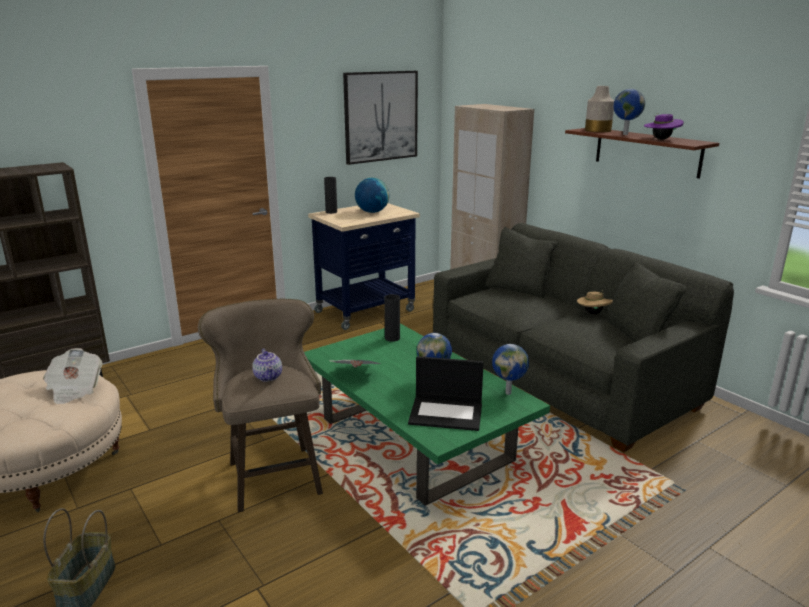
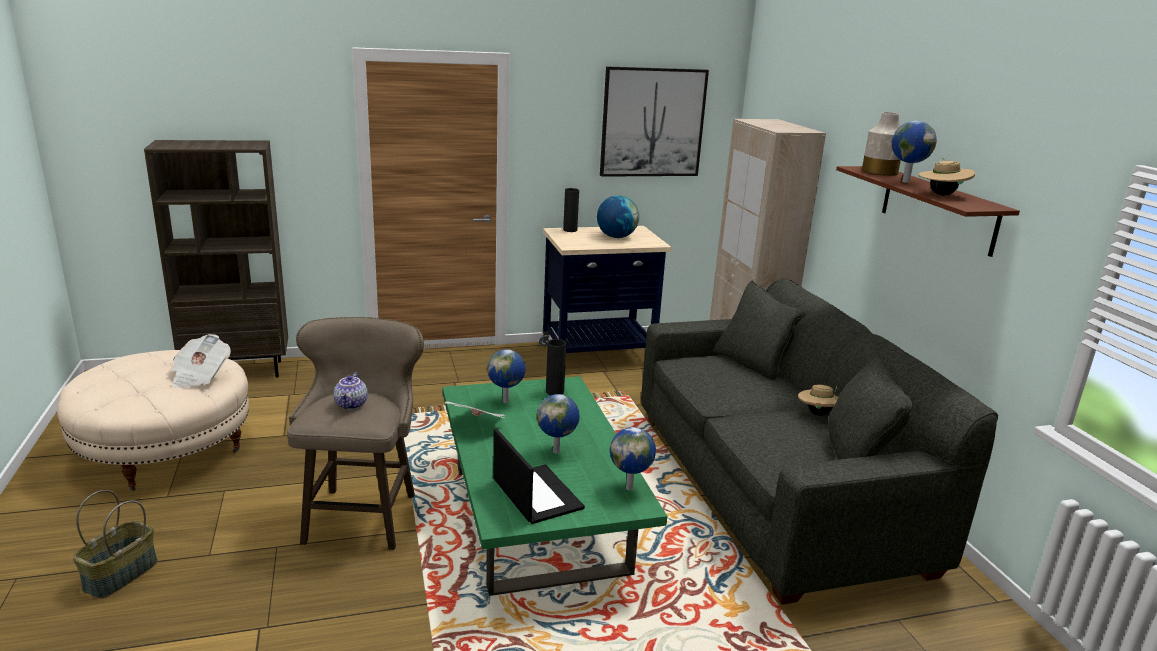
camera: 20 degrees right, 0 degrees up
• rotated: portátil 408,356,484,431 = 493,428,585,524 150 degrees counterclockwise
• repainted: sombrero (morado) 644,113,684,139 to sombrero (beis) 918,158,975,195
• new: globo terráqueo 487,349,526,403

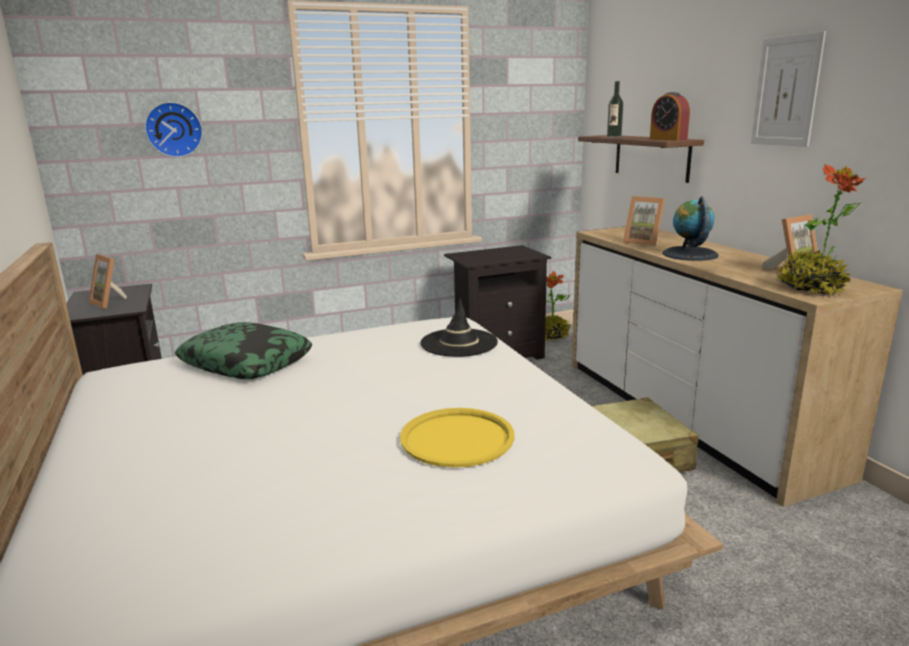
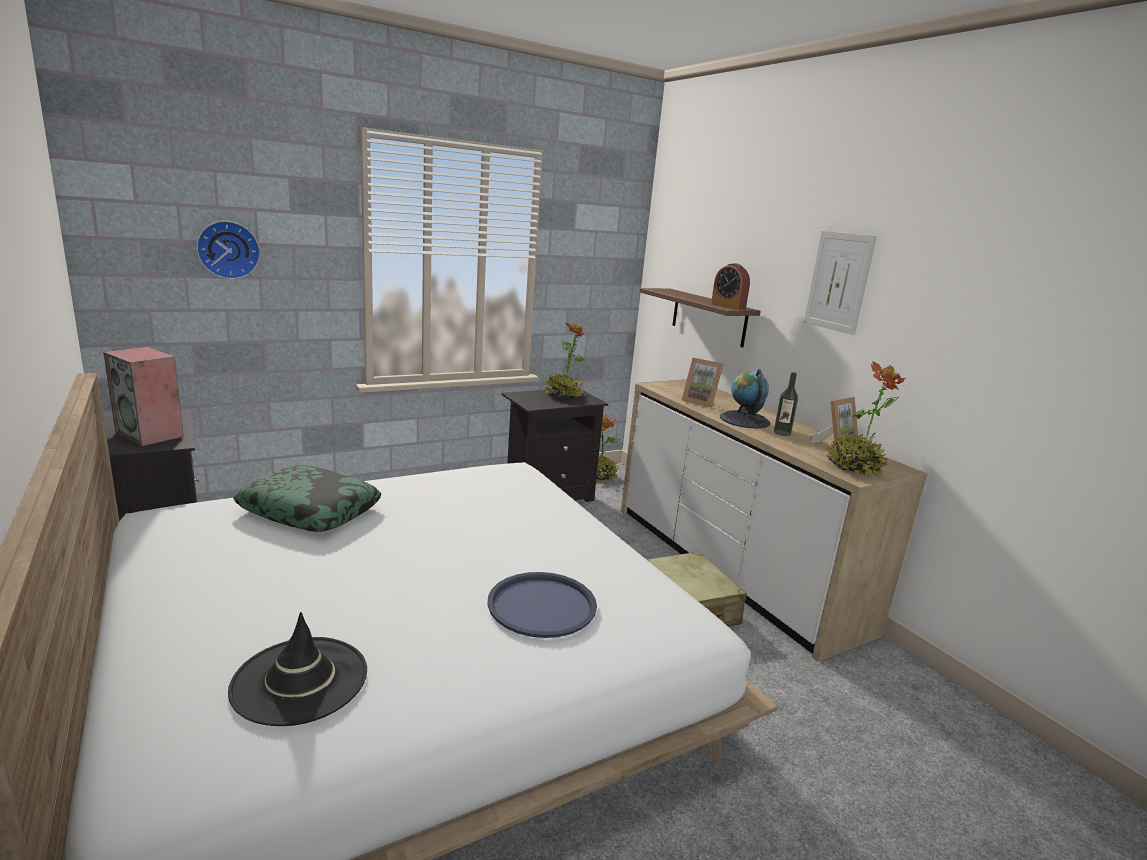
camera: 10 degrees left, 0 degrees up
• swapped: portarretratos 89,254,127,309 to altavoz 103,347,184,446
• repainted: bandeja (amarillo) 400,408,515,468 to bandeja (azul) 487,572,597,638
• shifted: sombrero (negro) 420,298,498,357 to 228,612,367,726
• shifted: botella 607,81,623,137 to 774,372,798,436
• new: planta en maceta 545,323,585,398

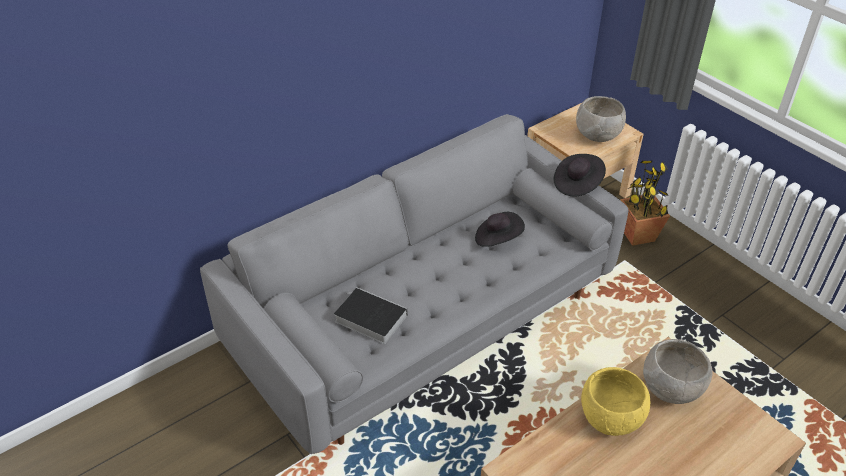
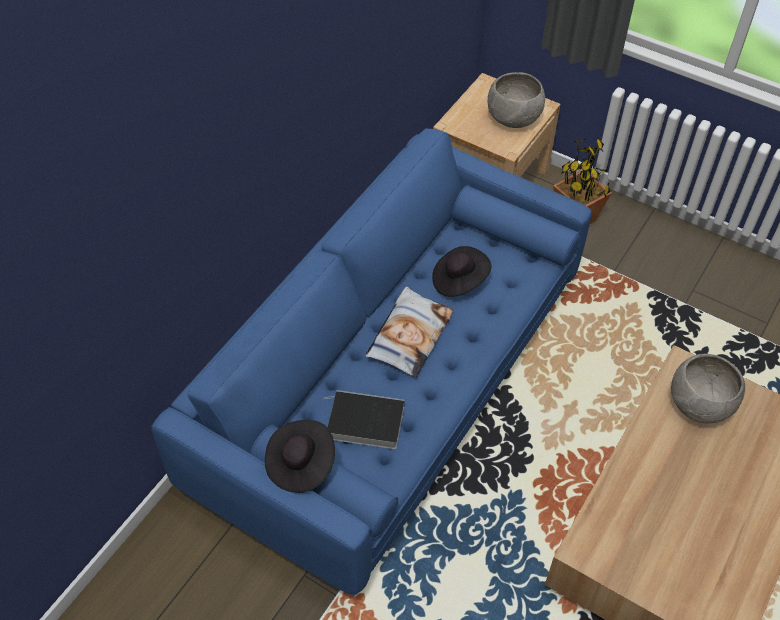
camera: 20 degrees left, 10 degrees up
• repainted: sofá (gris) 200,114,628,454 to sofá (azul) 151,128,592,595
• shifted: sombrero (negro) 554,154,606,196 to 265,420,335,493
• gone: cuenco (amarillo) 581,367,651,436
• new: cojín 365,286,453,378

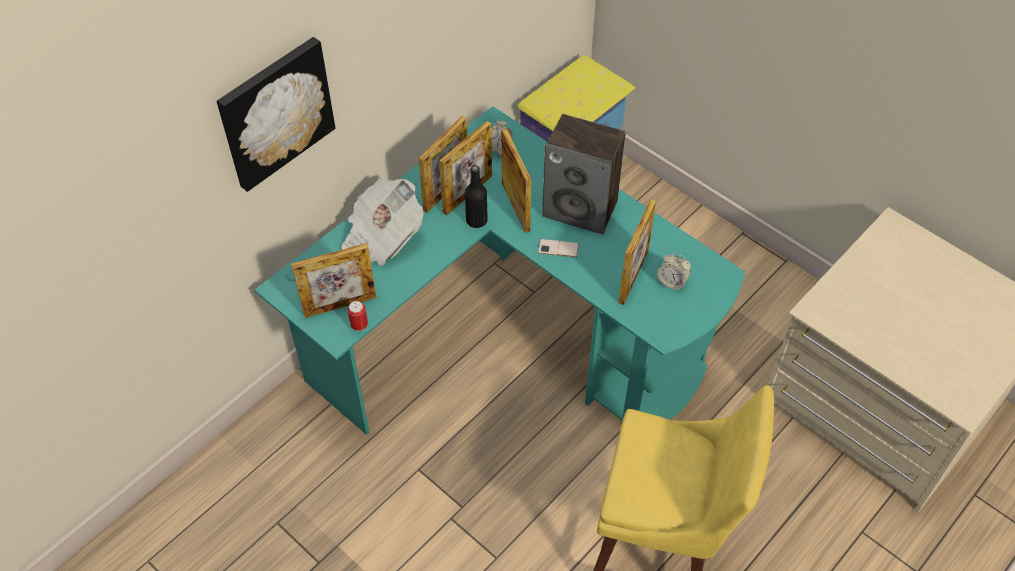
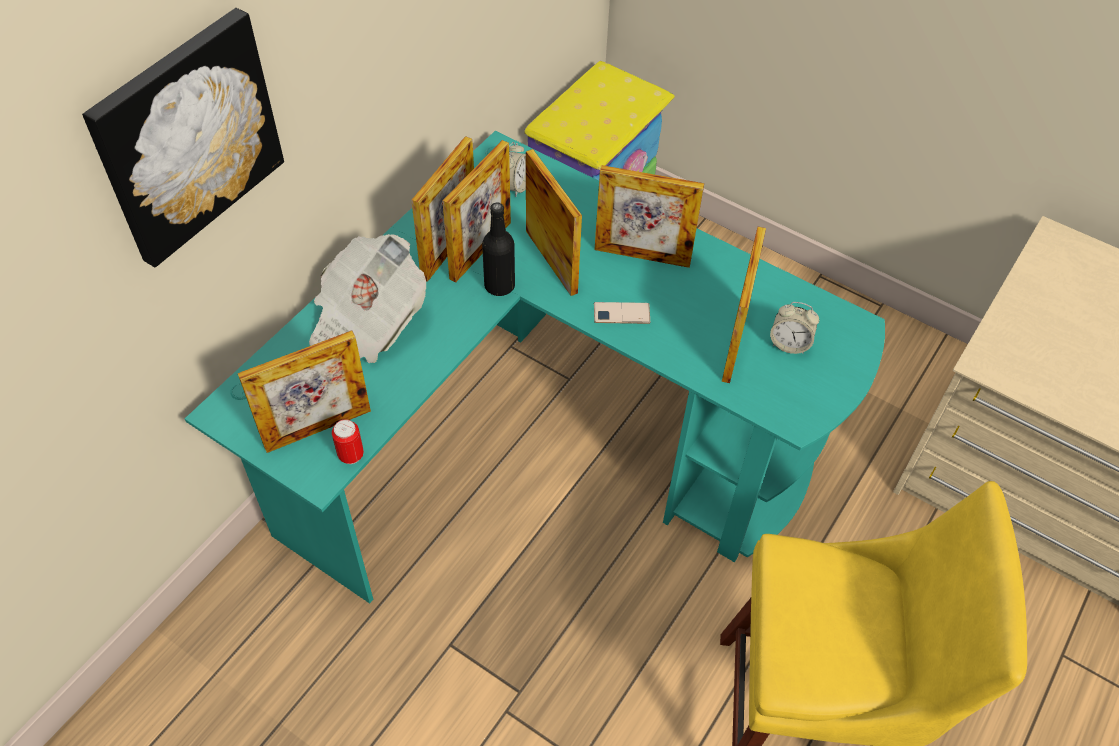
camera: 10 degrees left, 0 degrees up
• swapped: altavoz 542,114,626,234 to portarretratos 594,165,704,268

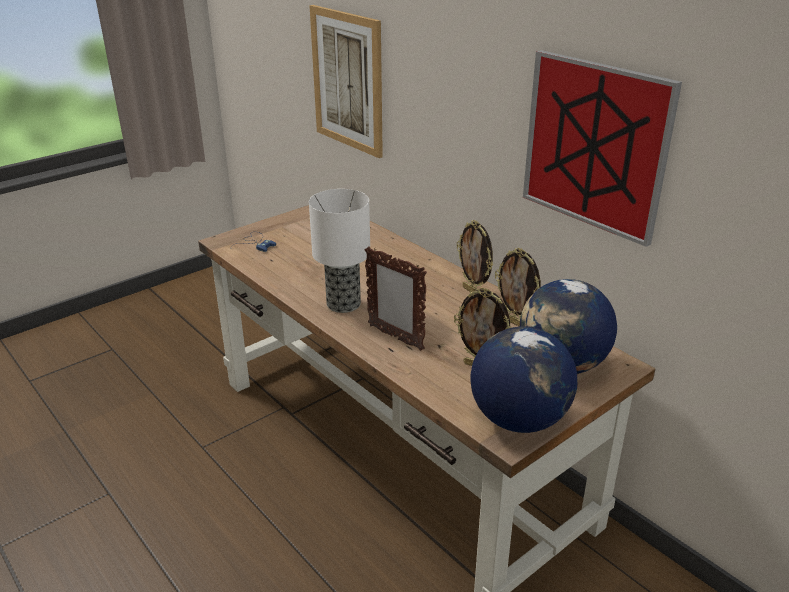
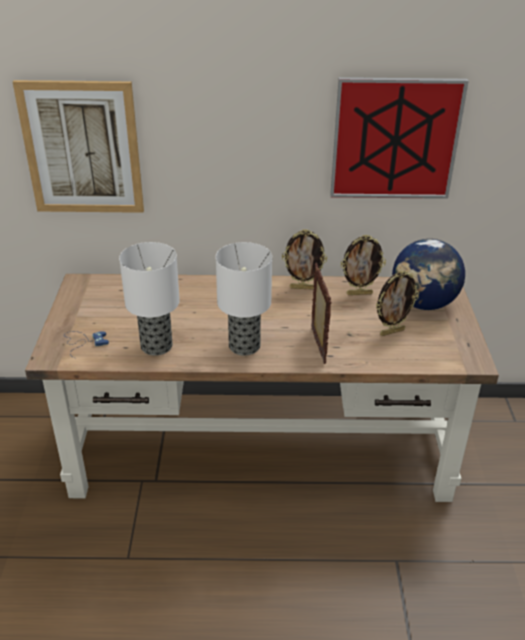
camera: 50 degrees left, 5 degrees up
• rotated: portarretratos 365,247,427,351 = 311,263,331,364 90 degrees counterclockwise
• gone: globo terráqueo 470,327,577,433
• new: lámpara de mesa 119,242,180,356

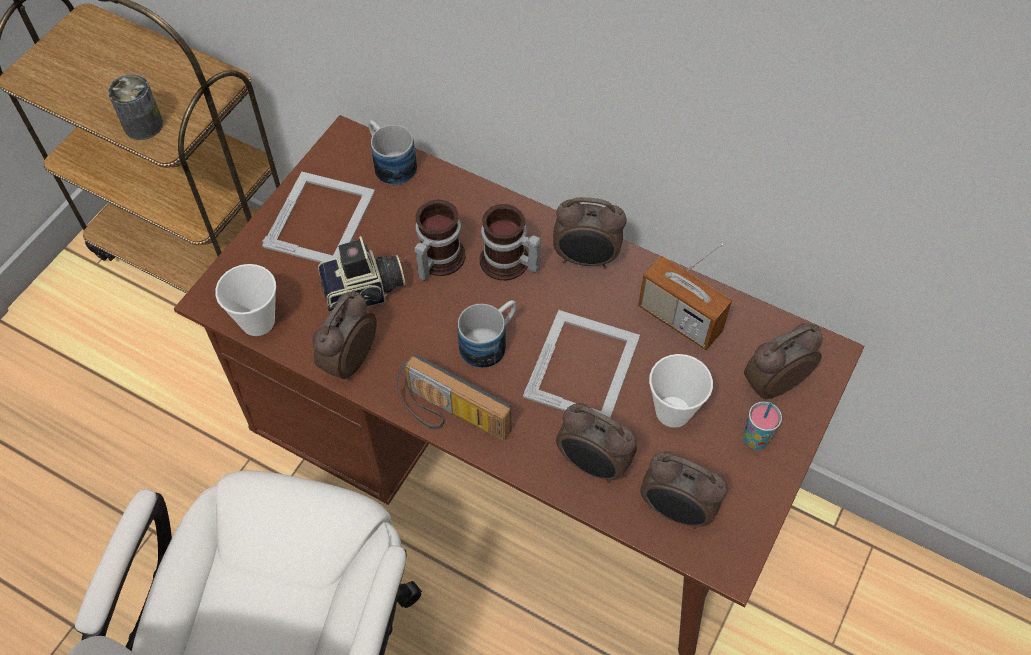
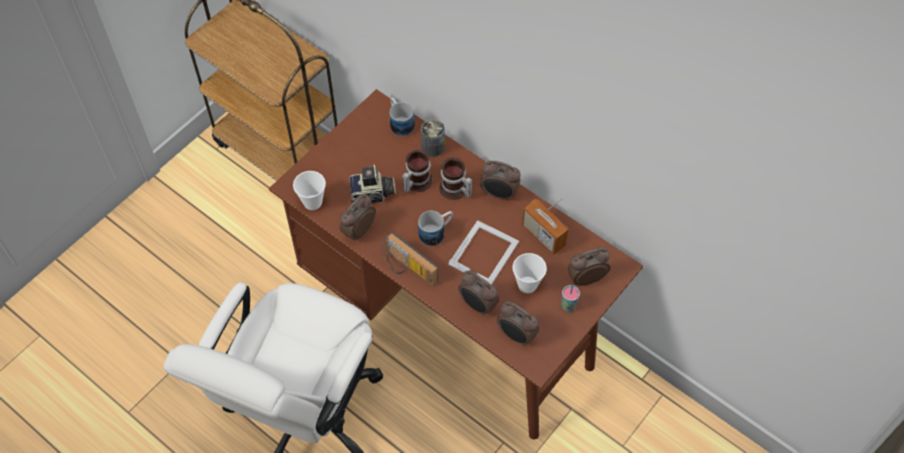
camera: 10 degrees right, 0 degrees up
• shifted: lata 108,74,163,140 to 421,119,445,157
• gone: portarretratos 262,171,375,263

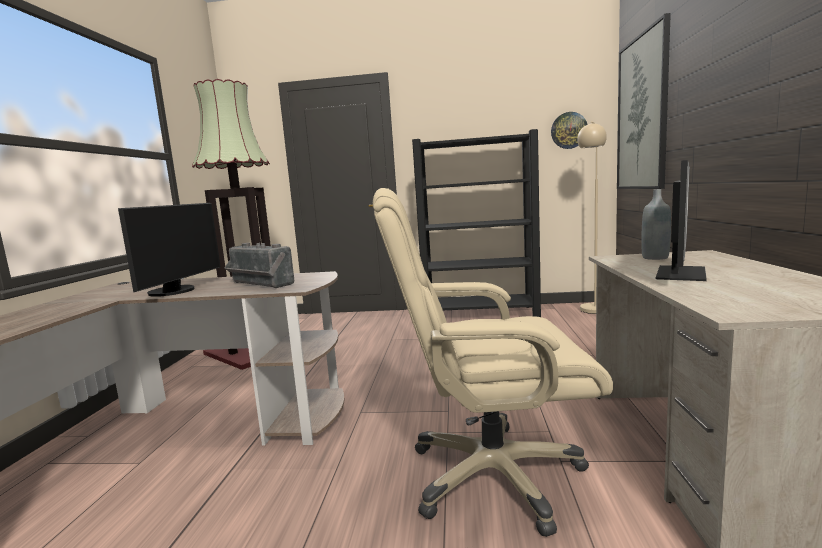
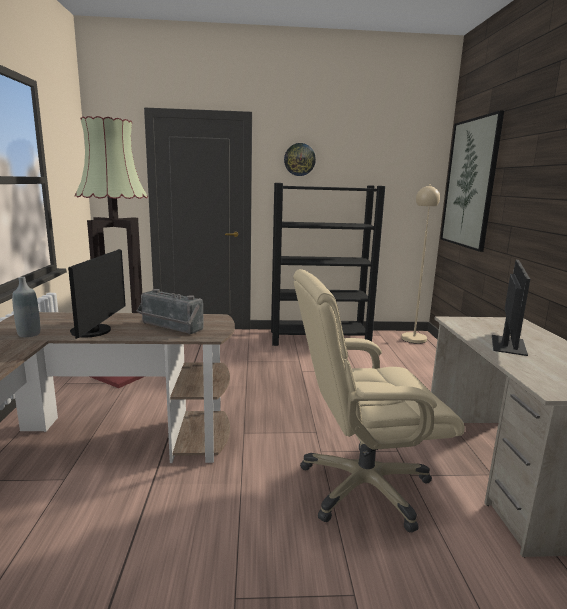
camera: 10 degrees left, 5 degrees up
• shifted: reloj de pared 551,112,588,149 to 284,143,316,176
• shifted: botella (gris) 641,189,671,260 to 12,277,40,337

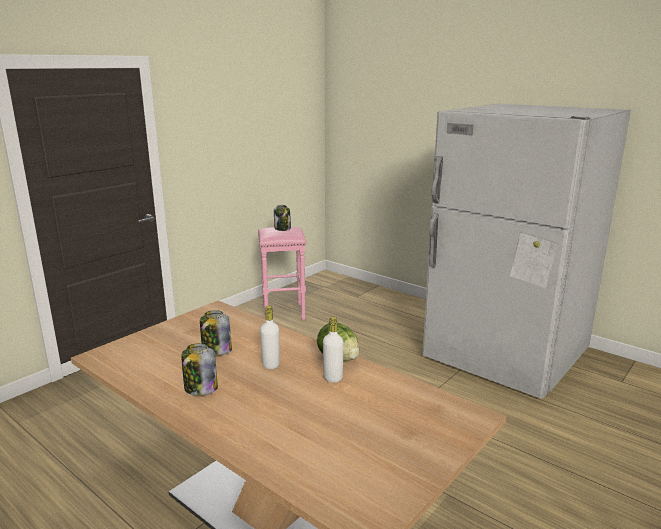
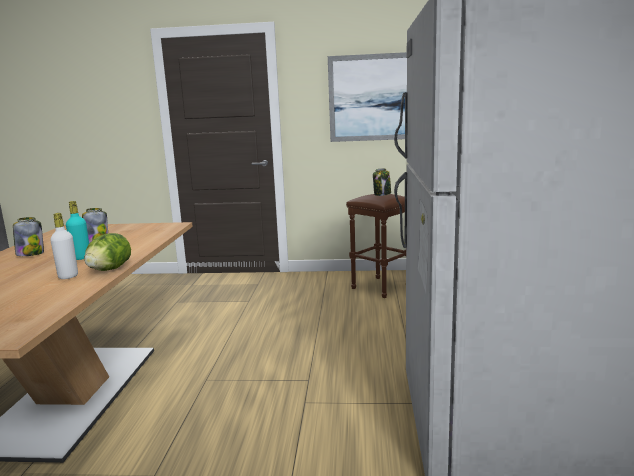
camera: 55 degrees right, 5 degrees down
• repainted: taburete (rosa) 258,227,306,320 to taburete (marrón) 346,194,406,298
• repainted: botella (blanco) 260,305,280,369 to botella (turquesa) 66,201,89,260
• new: cuadro 328,52,407,142

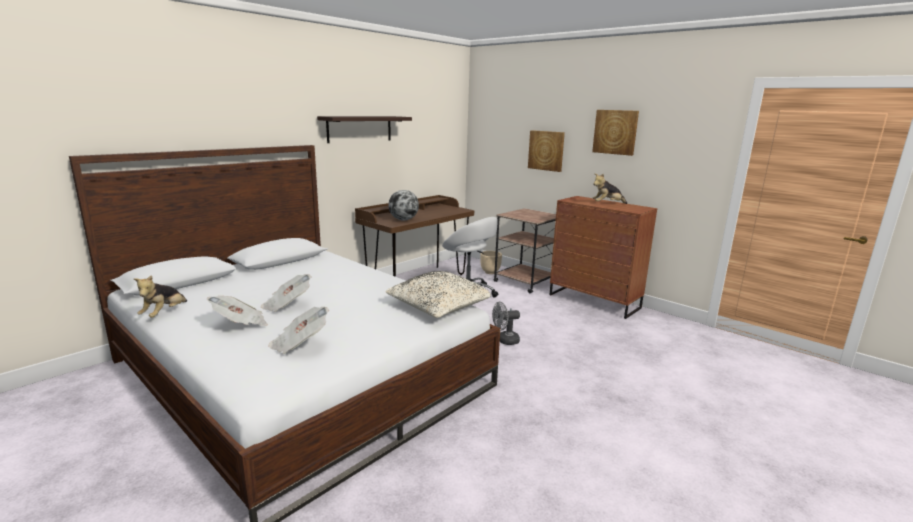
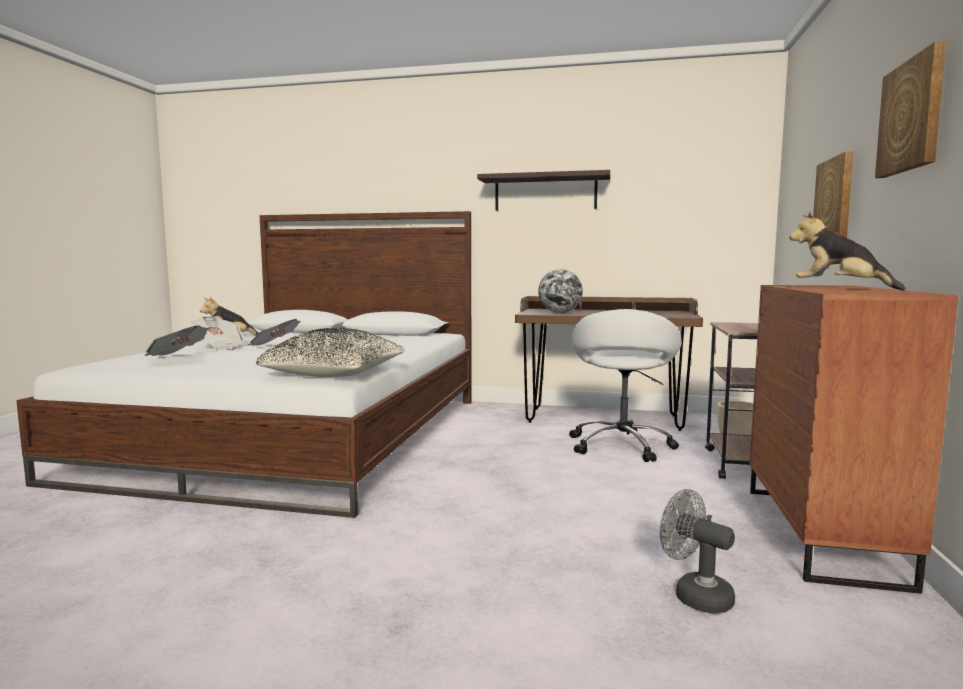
camera: 60 degrees right, 10 degrees down
• shifted: ventilador (gris) 492,301,520,345 to 660,489,735,613

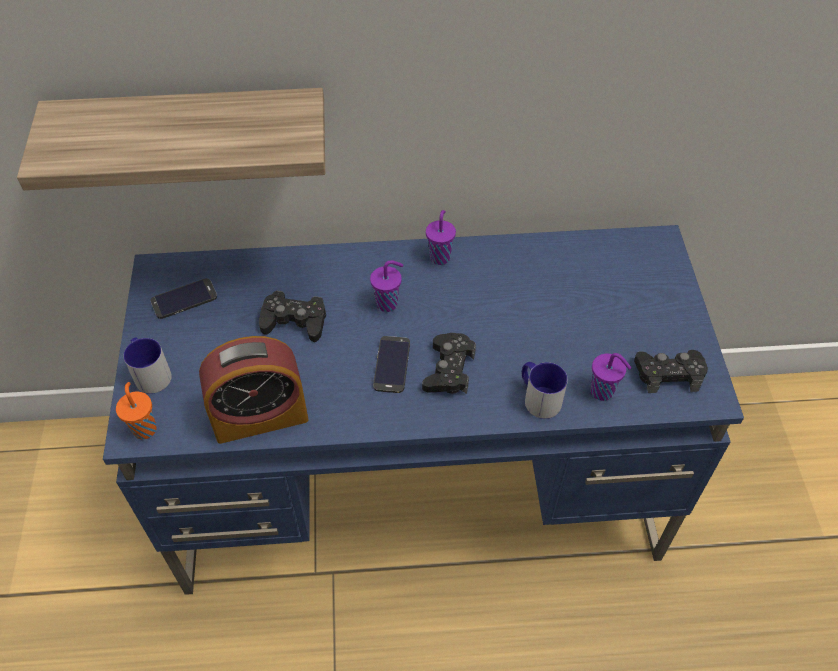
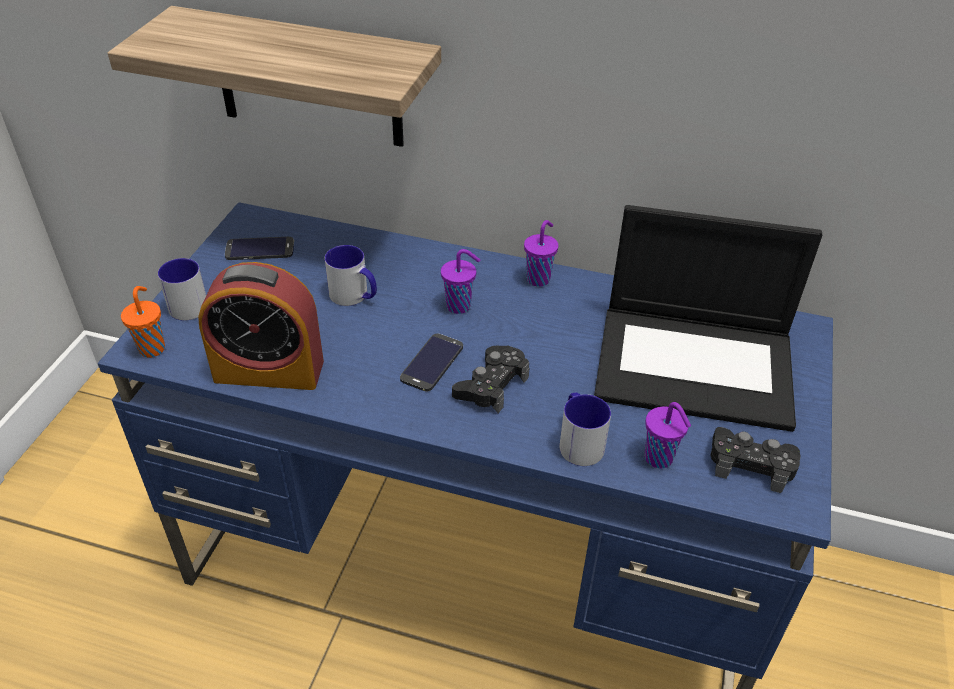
camera: 20 degrees right, 10 degrees down
• swapped: mando de consola (negro) 259,290,326,342 to taza grande 325,245,377,306
• new: portátil 594,205,822,432

